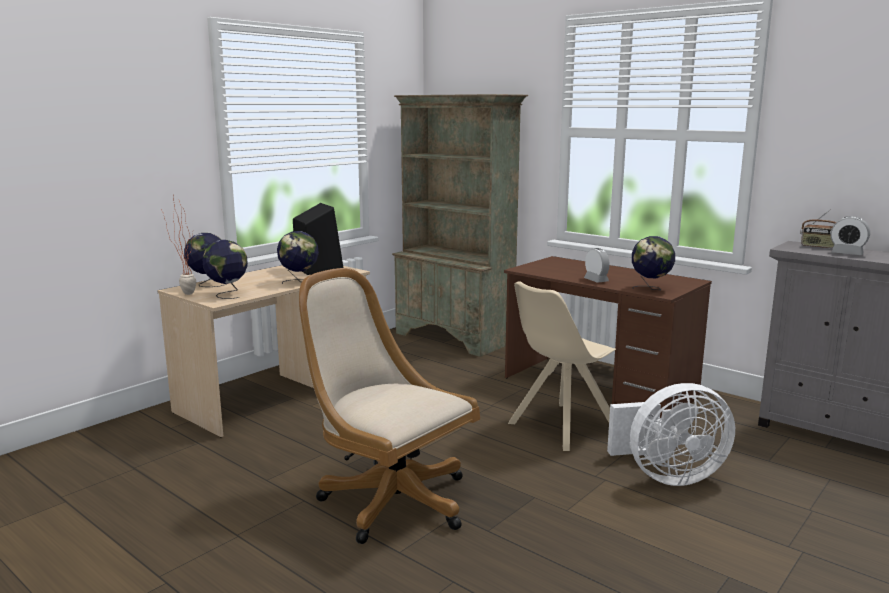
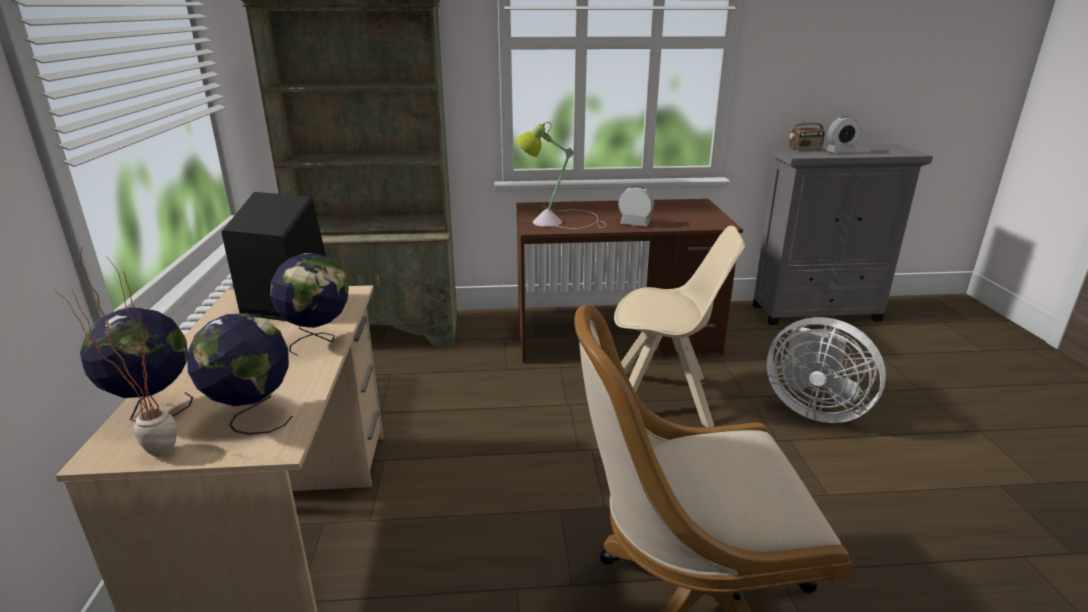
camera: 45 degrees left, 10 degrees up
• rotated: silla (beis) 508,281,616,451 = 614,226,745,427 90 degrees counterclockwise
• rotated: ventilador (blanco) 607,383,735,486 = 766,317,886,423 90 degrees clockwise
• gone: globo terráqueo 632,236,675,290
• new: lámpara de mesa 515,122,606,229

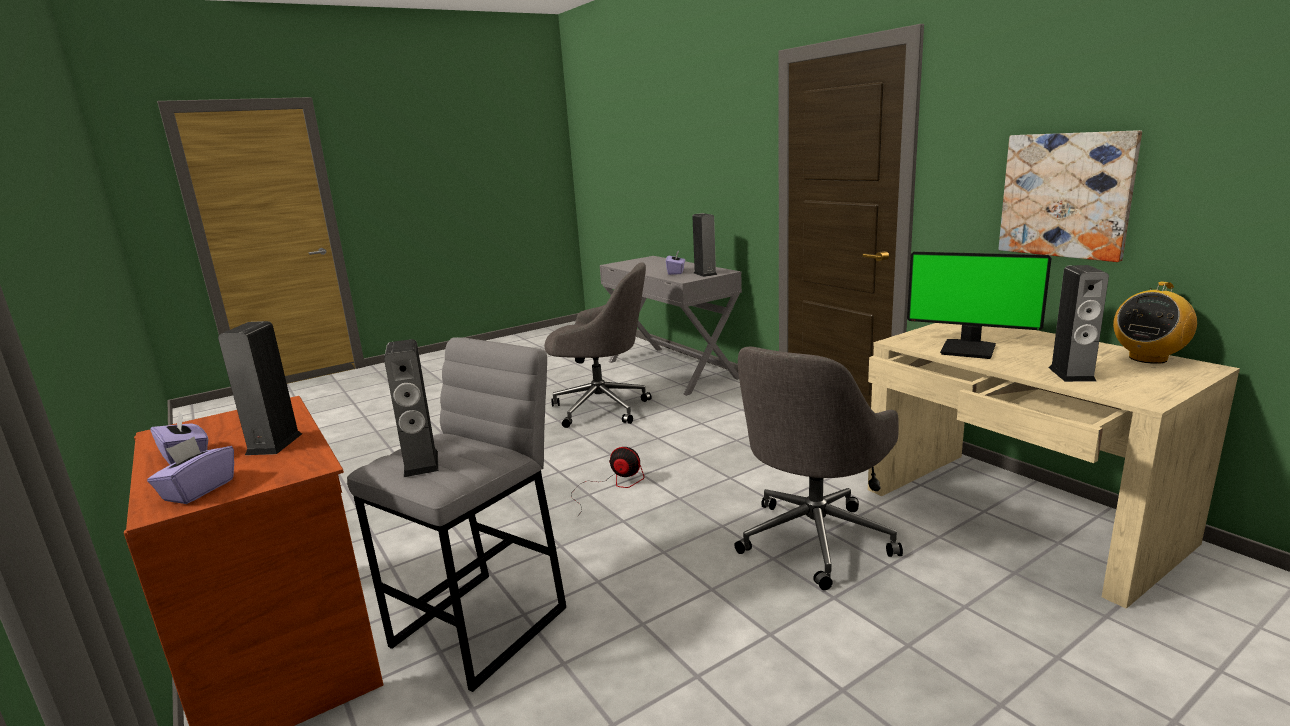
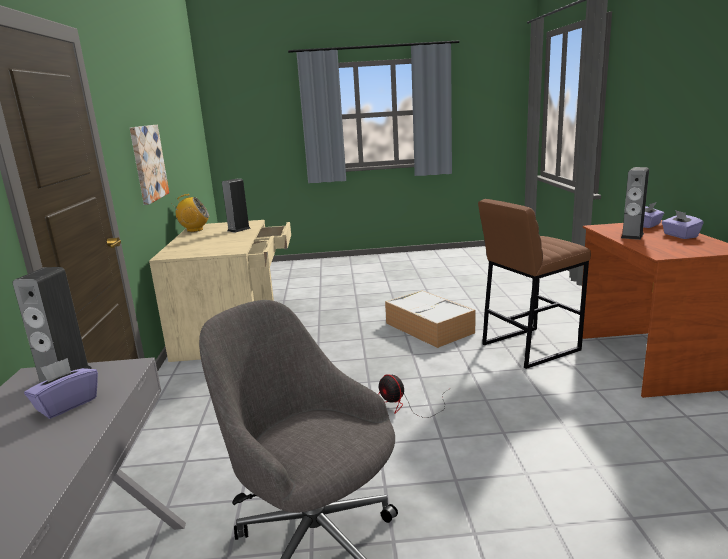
camera: 150 degrees left, 0 degrees up
• repainted: taburete (gris) 347,337,566,692 to taburete (marrón) 478,199,591,369
• gone: altavoz 384,339,439,477
• gone: silla de oficina (gris) 734,347,903,590
• gone: monitor 907,252,1052,359
• new: caja de almacenaje 385,290,475,348

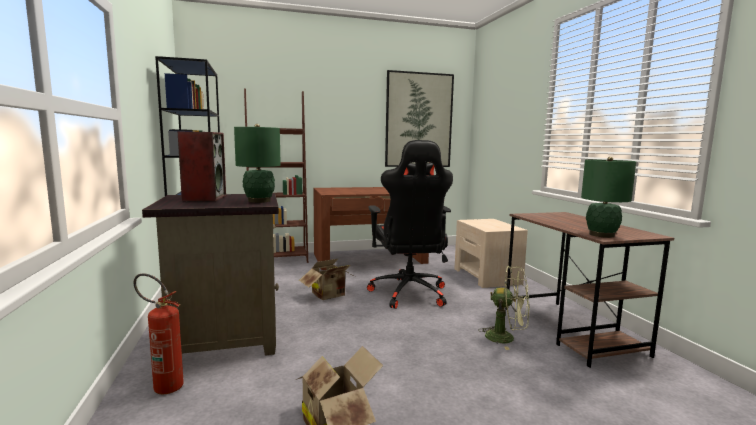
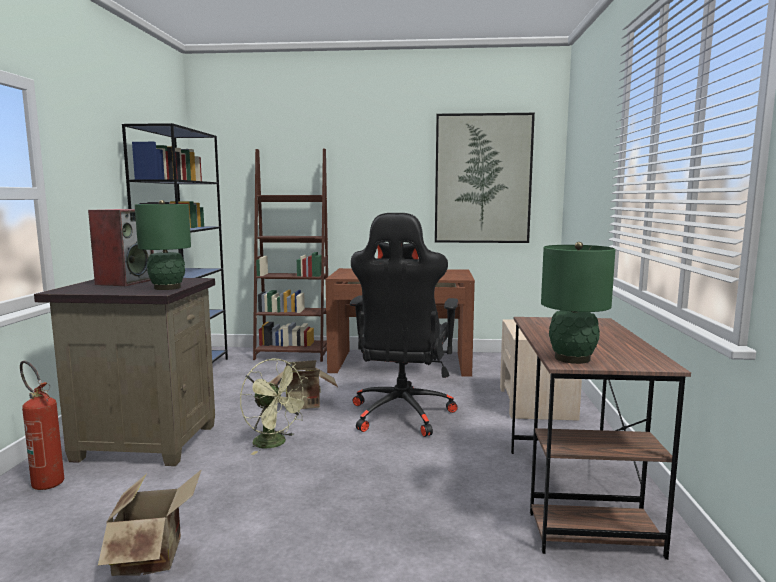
camera: 20 degrees right, 0 degrees up
• shifted: ventilador (verde) 478,266,530,350 to 240,359,311,455

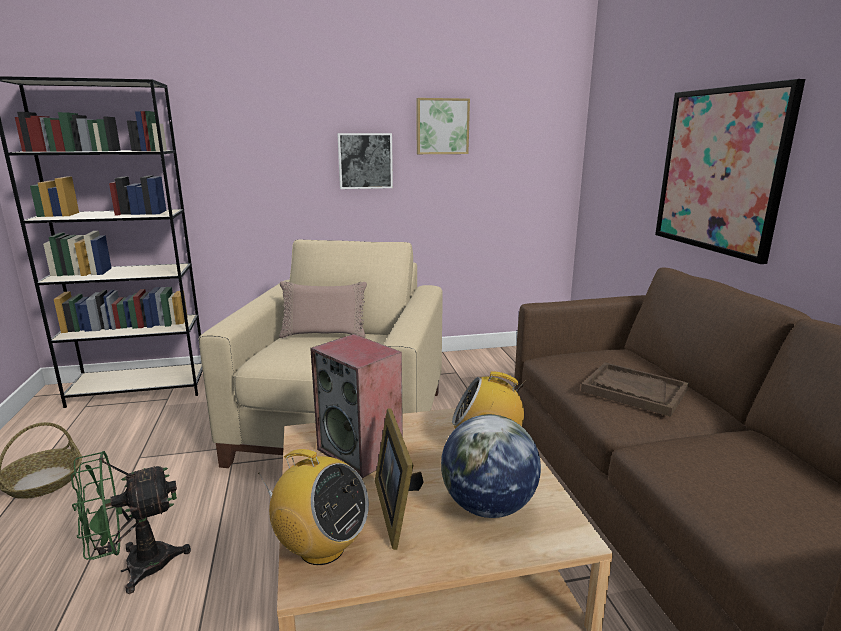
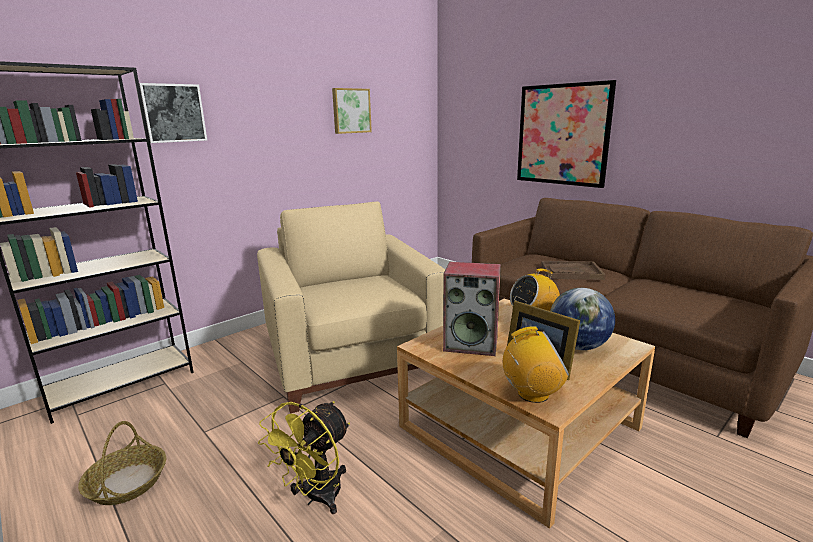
camera: 30 degrees left, 0 degrees up
• repainted: ventilador (verde) 71,451,191,594 to ventilador (amarillo) 258,401,350,514
• gone: cojín (beis) 279,281,367,338
• shifted: cuadro 337,133,393,189 to 139,83,207,143

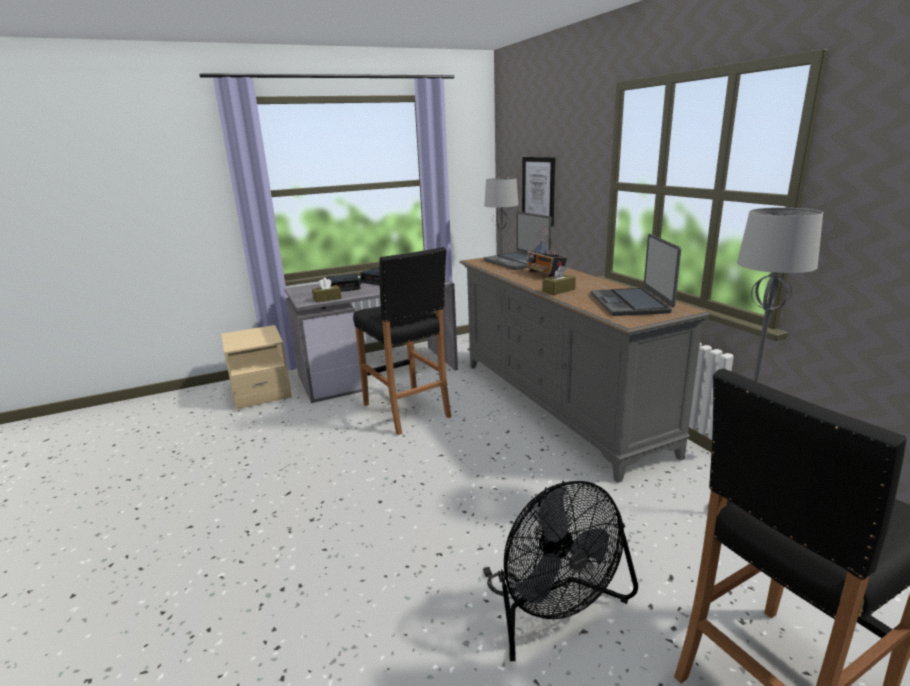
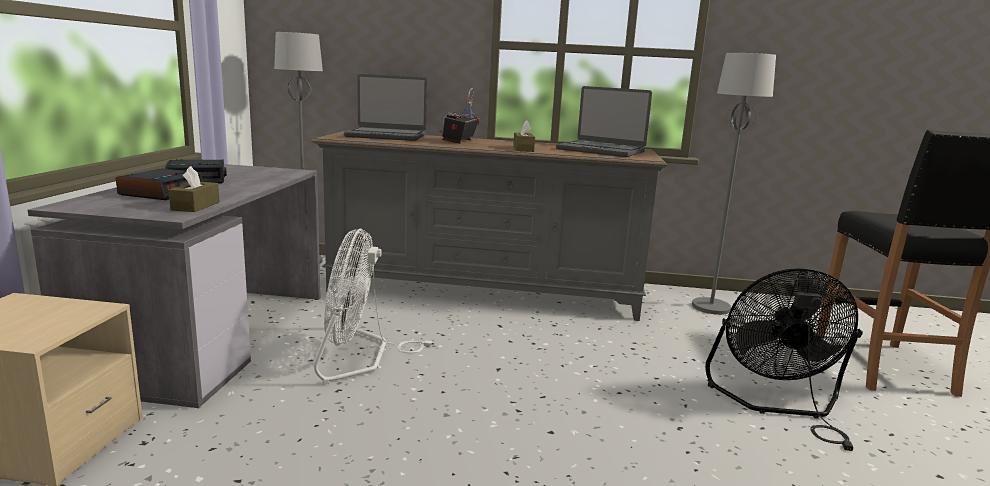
camera: 60 degrees left, 5 degrees down
• swapped: taburete (negro) 353,247,452,435 to ventilador (blanco) 314,229,434,385
• rotated: ventilador (negro) 483,481,638,661 = 705,269,863,451 90 degrees counterclockwise
• gone: cuadro 522,157,555,226
• rotated: radio 527,228,567,277 = 439,88,479,144 105 degrees clockwise

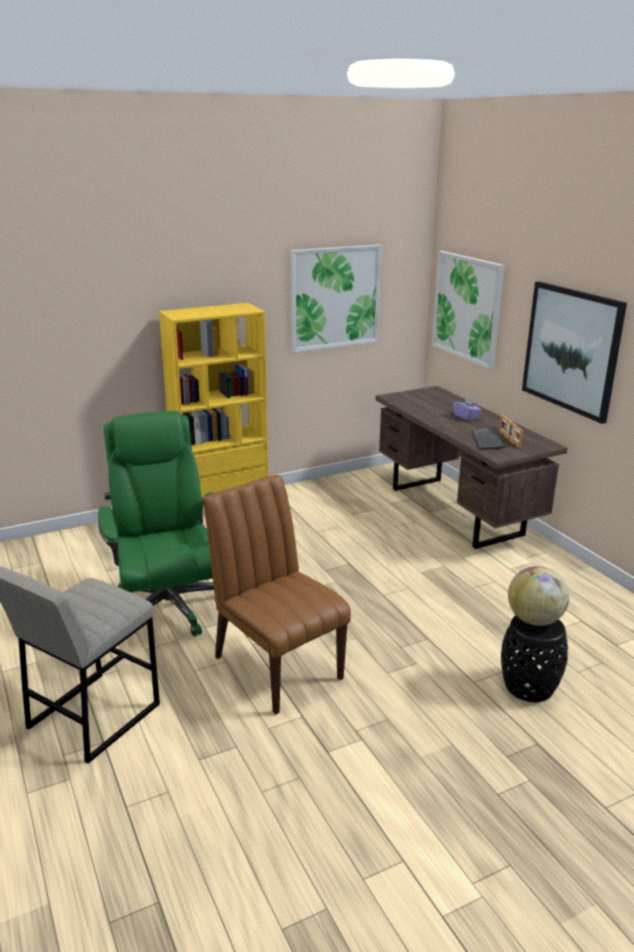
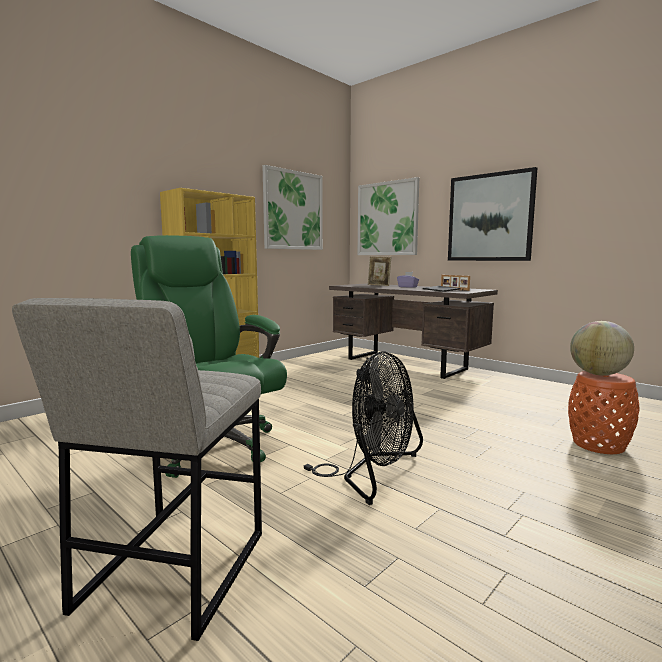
camera: 20 degrees left, 15 degrees down
• swapped: silla (marrón) 202,475,351,714 to ventilador (negro) 304,351,423,505
• repainted: taburete (negro) 501,615,568,702 to taburete (naranja) 568,371,639,454
• new: portarretratos 368,256,391,286

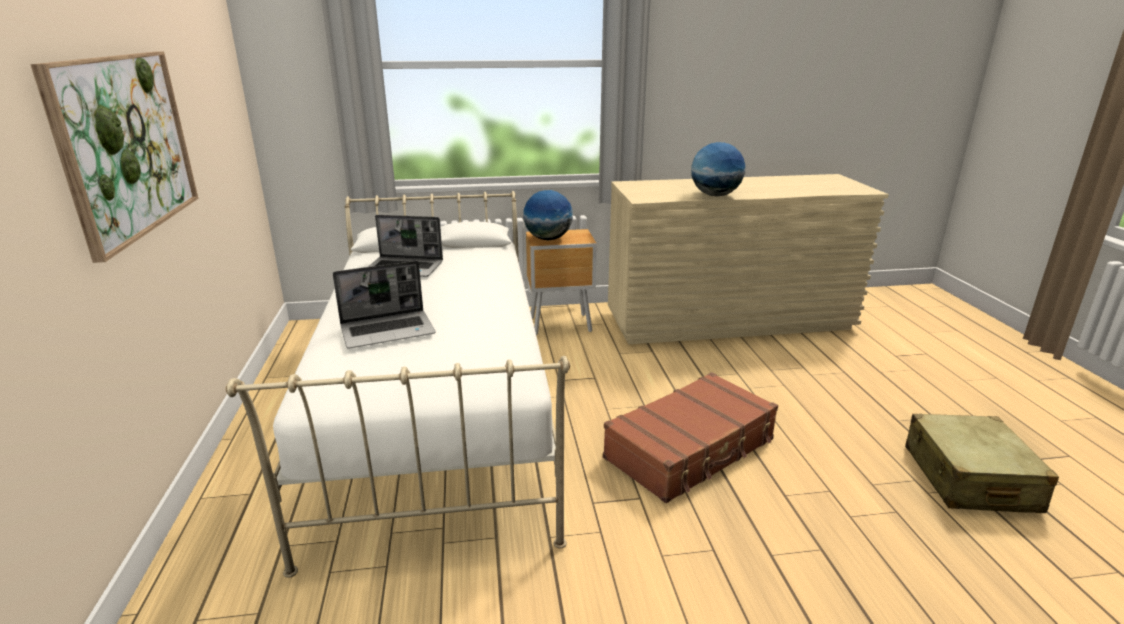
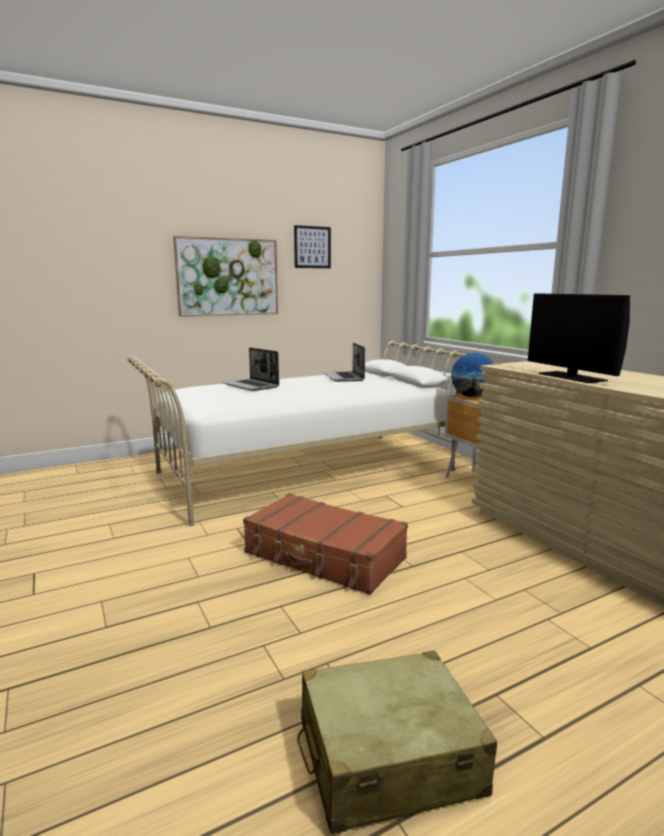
camera: 70 degrees right, 10 degrees down
• swapped: globo terráqueo 691,142,745,196 to monitor 528,293,630,383
• new: cuadro 294,225,331,268

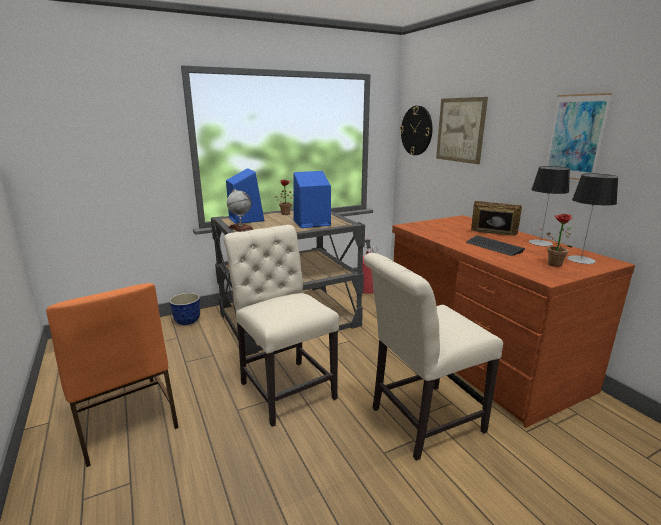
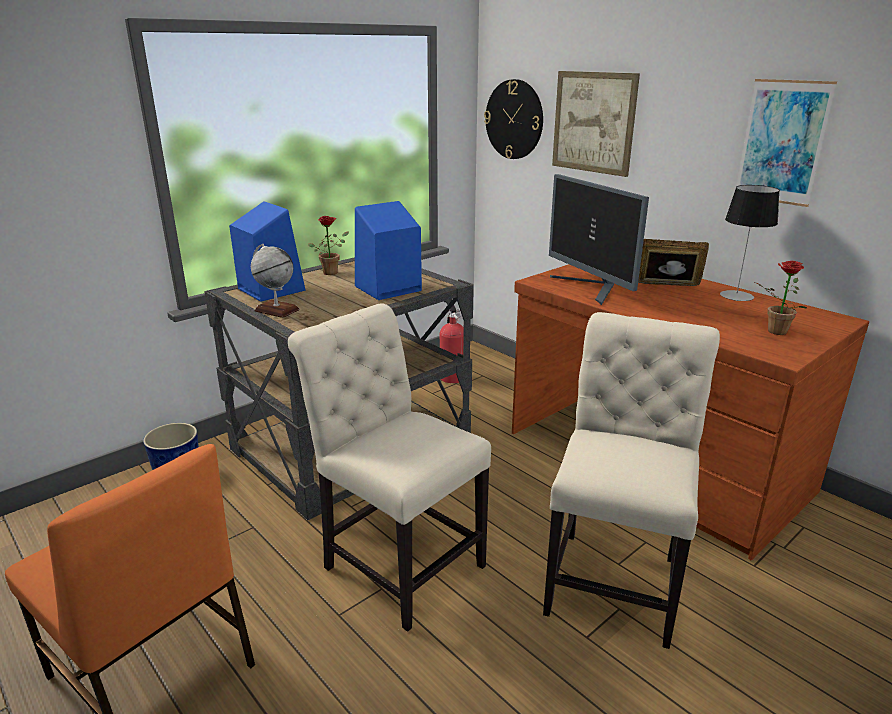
camera: 15 degrees left, 5 degrees up
• rotated: silla (beis) 364,253,503,461 = 543,312,720,649 150 degrees clockwise
• gone: teclado 466,235,525,256
• gone: lámpara de mesa 567,173,618,264
• new: monitor 549,174,649,305

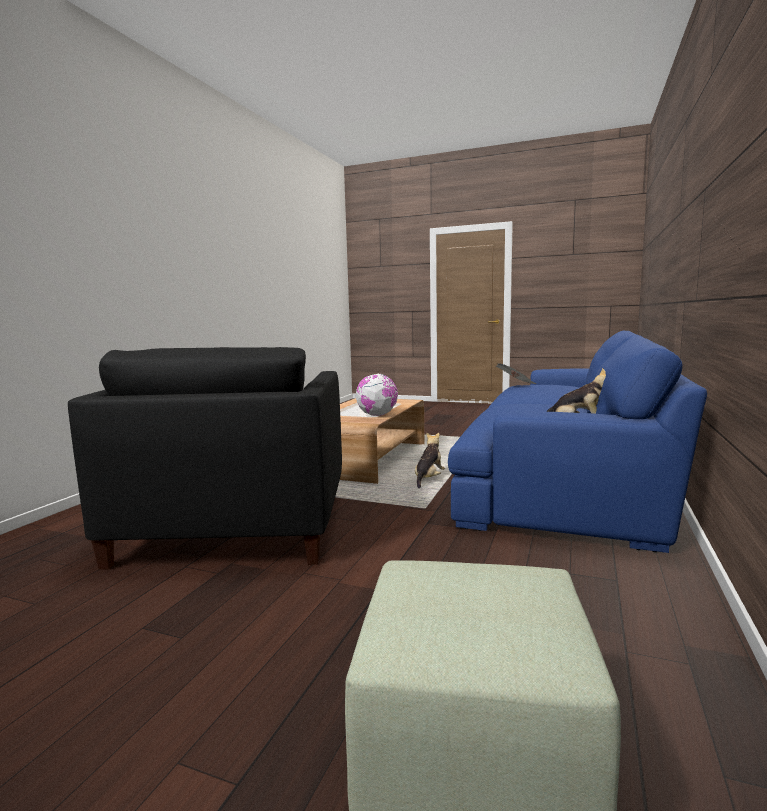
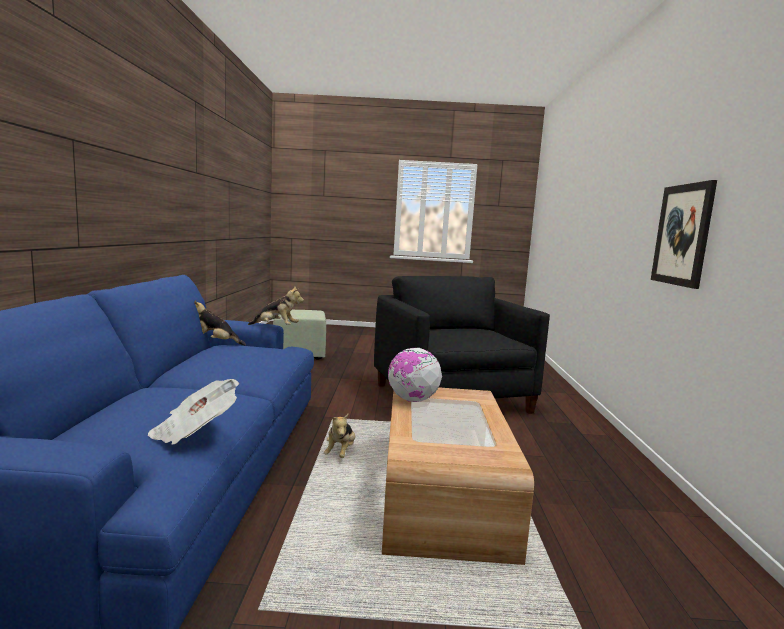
camera: 160 degrees right, 0 degrees up
• new: peluche 248,286,304,325
• new: cuadro 651,180,717,289

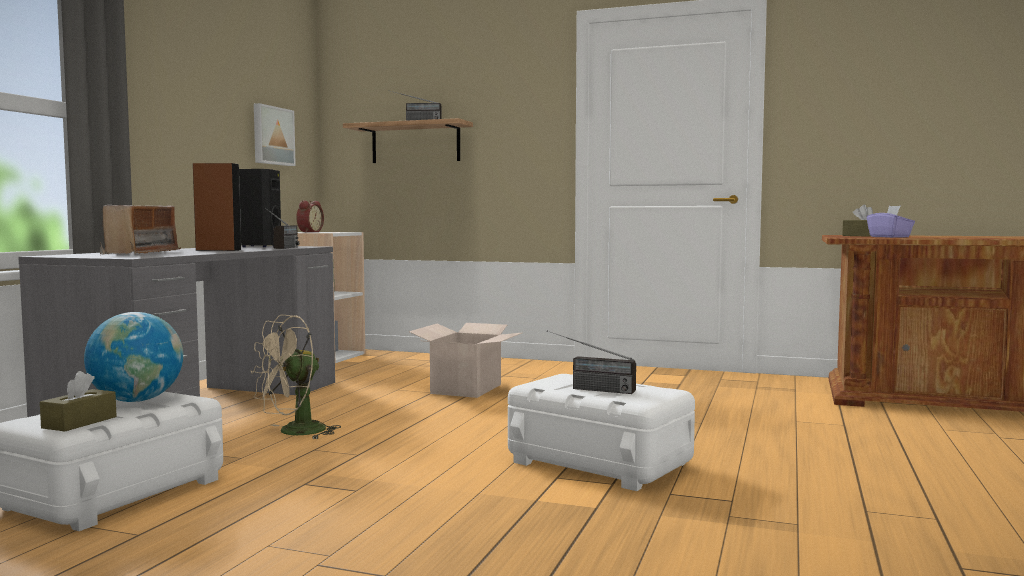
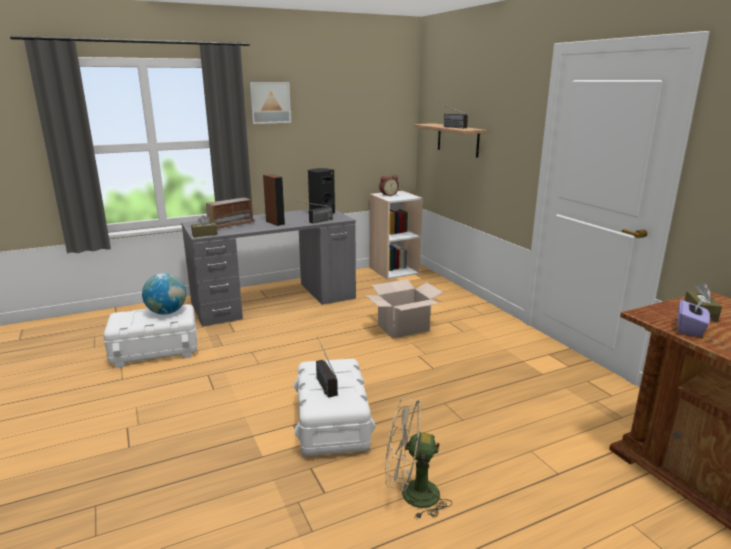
camera: 45 degrees right, 15 degrees up
• shifted: caja de pañuelos (marrón) 40,371,117,431 to 191,215,218,237
• shifted: ventilador (beis) 251,315,341,439 to 385,398,452,519
• shifted: cuadro 254,103,296,166 to 249,82,291,124

